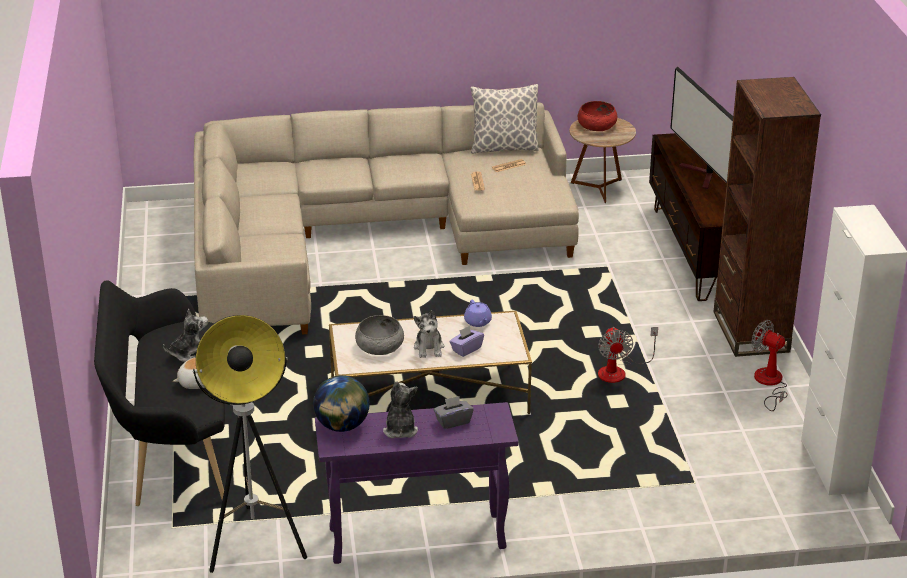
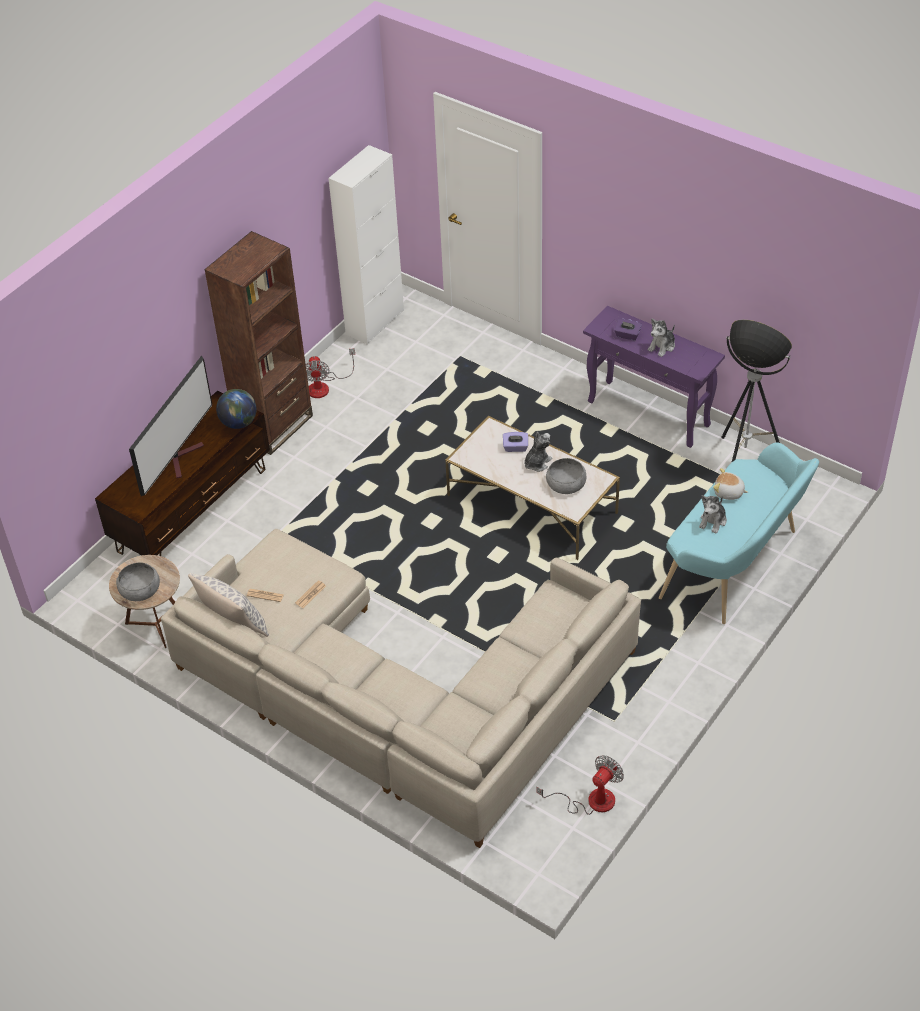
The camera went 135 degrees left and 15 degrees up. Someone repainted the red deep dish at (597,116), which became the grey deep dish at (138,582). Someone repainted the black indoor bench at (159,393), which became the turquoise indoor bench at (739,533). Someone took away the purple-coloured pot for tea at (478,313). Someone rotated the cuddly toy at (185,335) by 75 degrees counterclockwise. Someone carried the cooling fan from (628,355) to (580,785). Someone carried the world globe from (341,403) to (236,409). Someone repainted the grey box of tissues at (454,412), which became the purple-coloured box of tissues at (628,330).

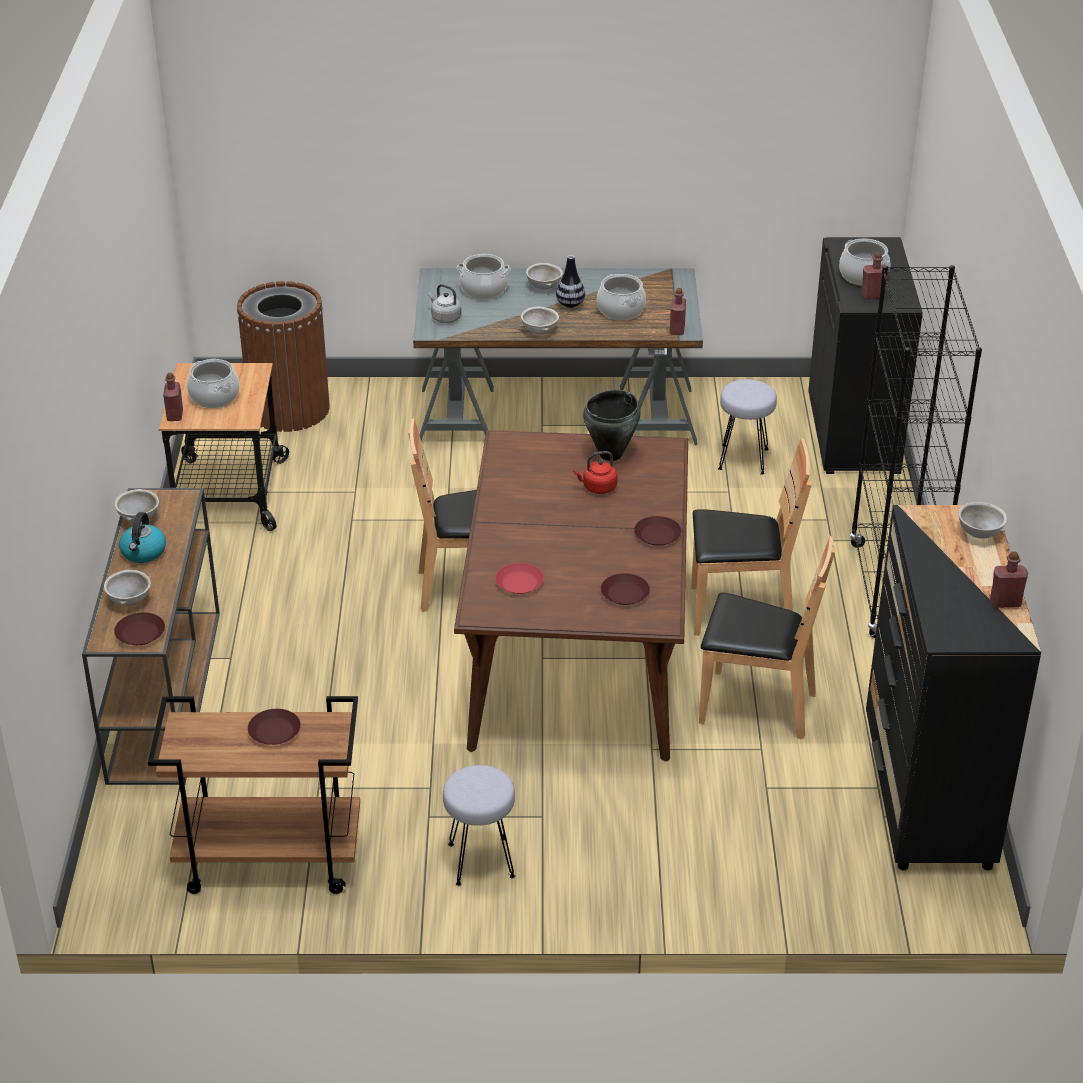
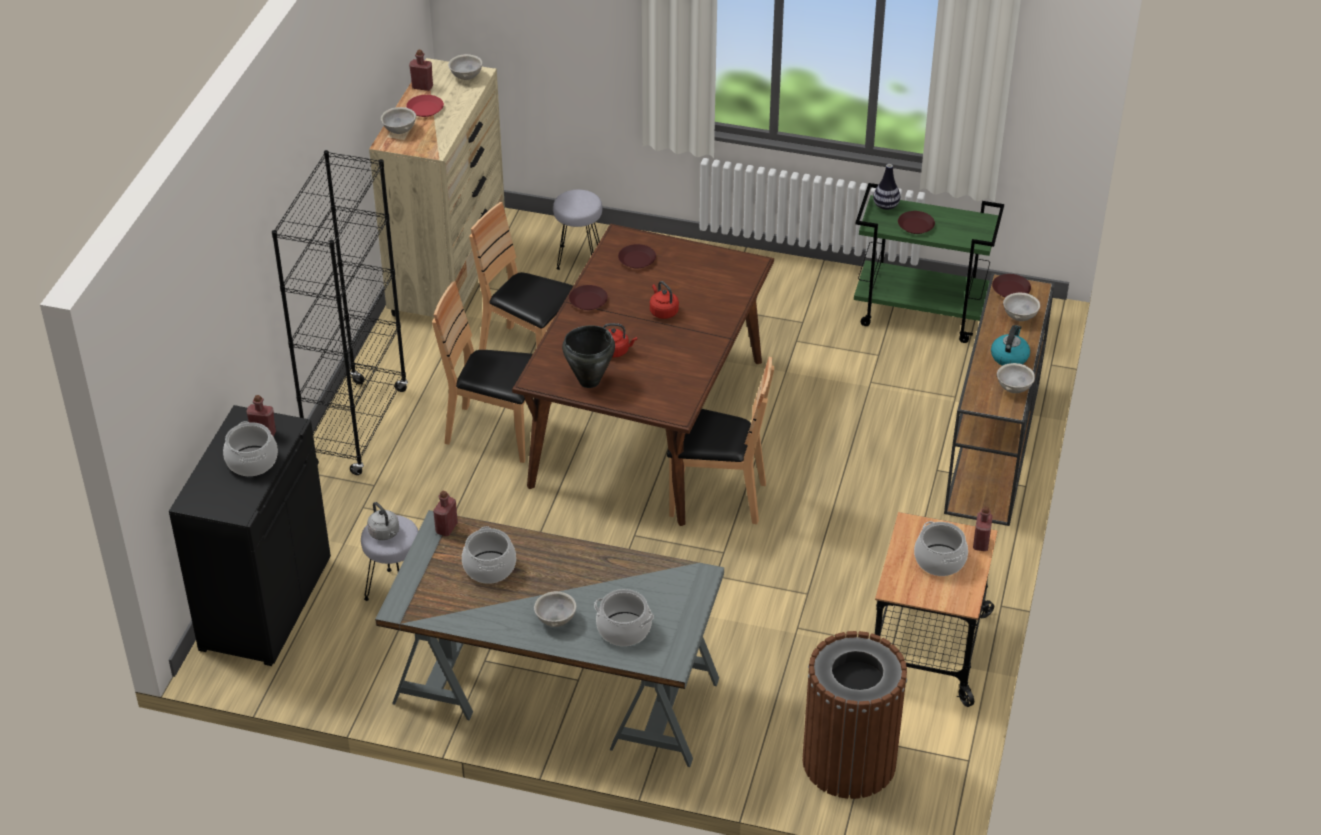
The camera went 165 degrees left and 5 degrees up. Someone carried the vase from (570,281) to (886,187). Someone carried the grey kettle from (445,303) to (383,521). Someone carried the grey deep dish from (540,320) to (465,67). Someone repainted the black dresser at (953,687), which became the beige-coloured dresser at (437,187). Someone carried the red plate from (519,578) to (425,106). Someone repainted the brownish trolley at (254,795), which became the green trolley at (929,263). Someone carried the grey stool seat from (479,825) to (577,230). Someone put down the red kettle at (664,300).

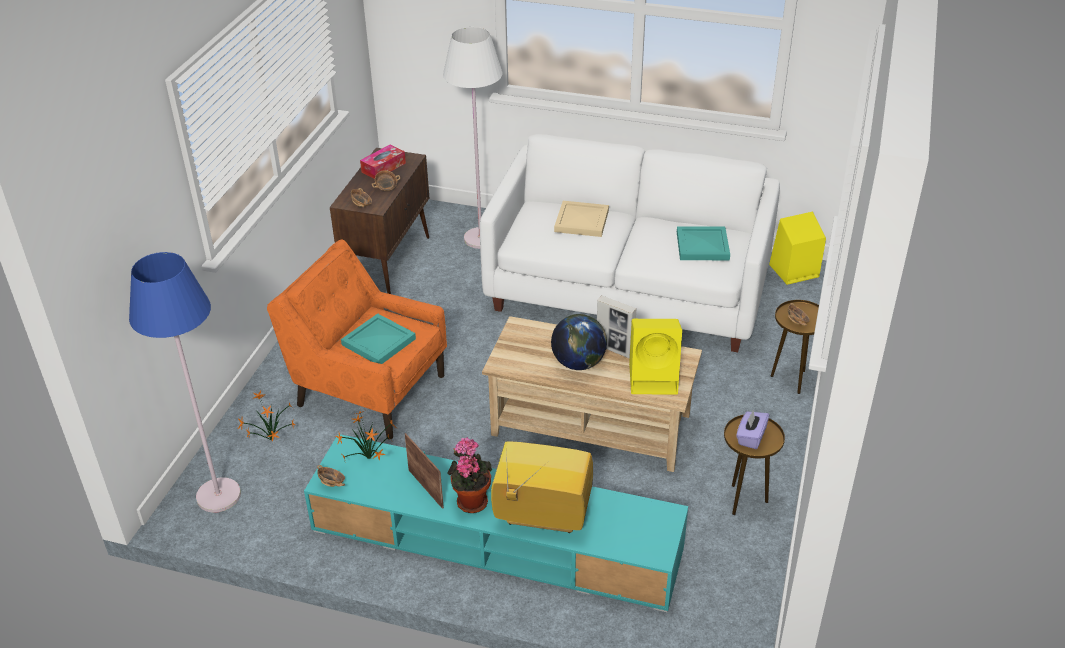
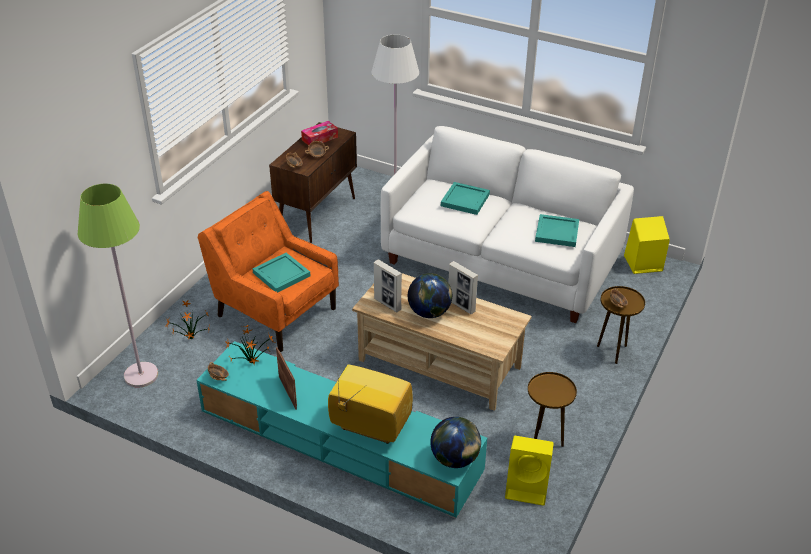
The camera went 10 degrees right and 0 degrees up. Someone repainted the beige-coloured serving tray at (581,219), which became the turquoise serving tray at (465,198). Someone repainted the bluish standing lamp at (185,382), which became the green standing lamp at (118,286). Someone carried the yellow-coloured audio speaker from (655,357) to (529,471). Someone took away the purple-coloured box of tissues at (753,429). Someone took away the potted plant at (470,475). Someone put down the standing frame at (388,285). Someone put down the world globe at (455,442).

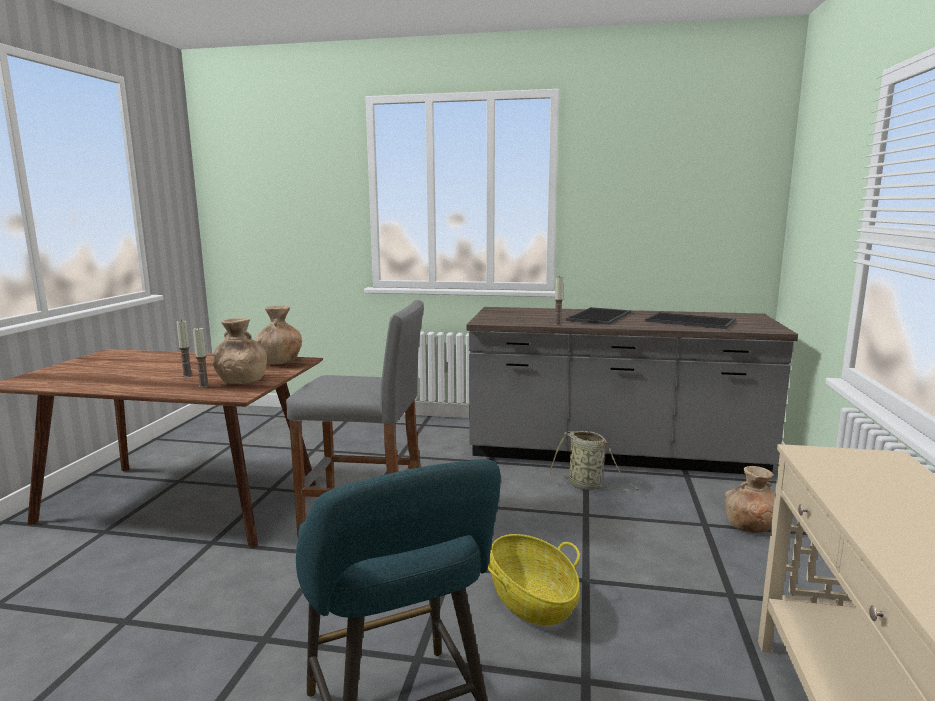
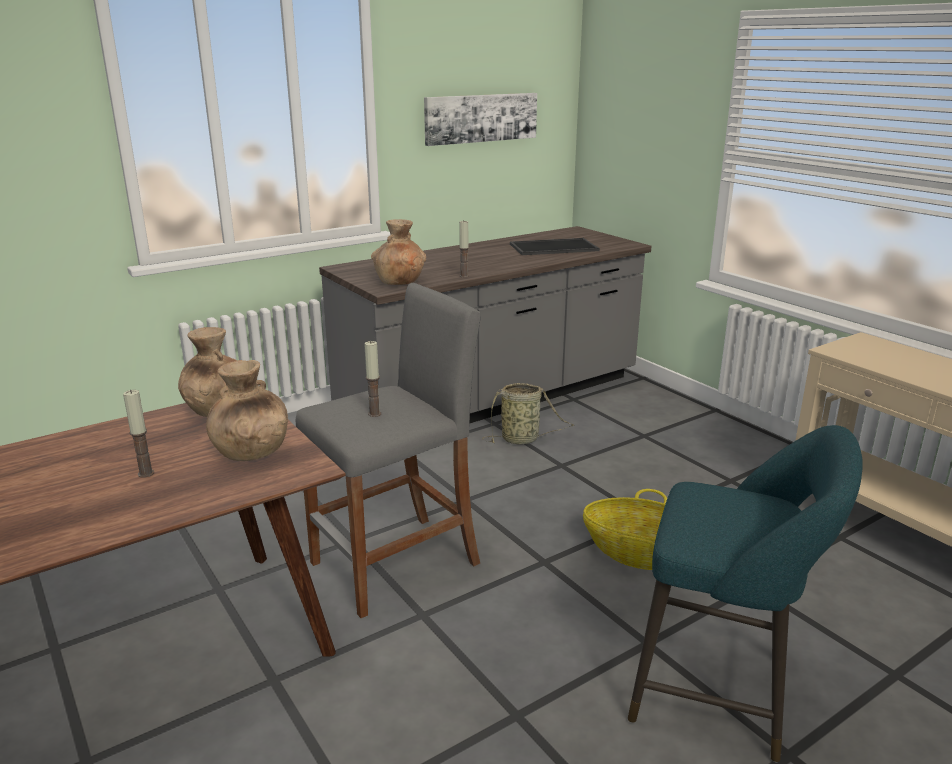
The camera went 45 degrees left and 10 degrees up. Someone took away the serving tray at (598,316). Someone carried the wax candle from (201,358) to (372,379). Someone carried the brownish vase from (750,499) to (398,252). Someone put up the wall art at (480,119).

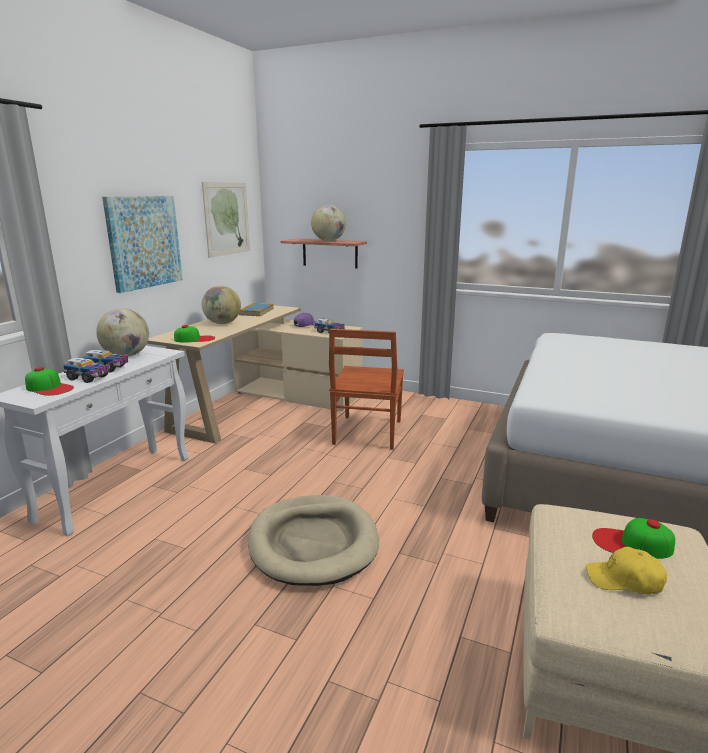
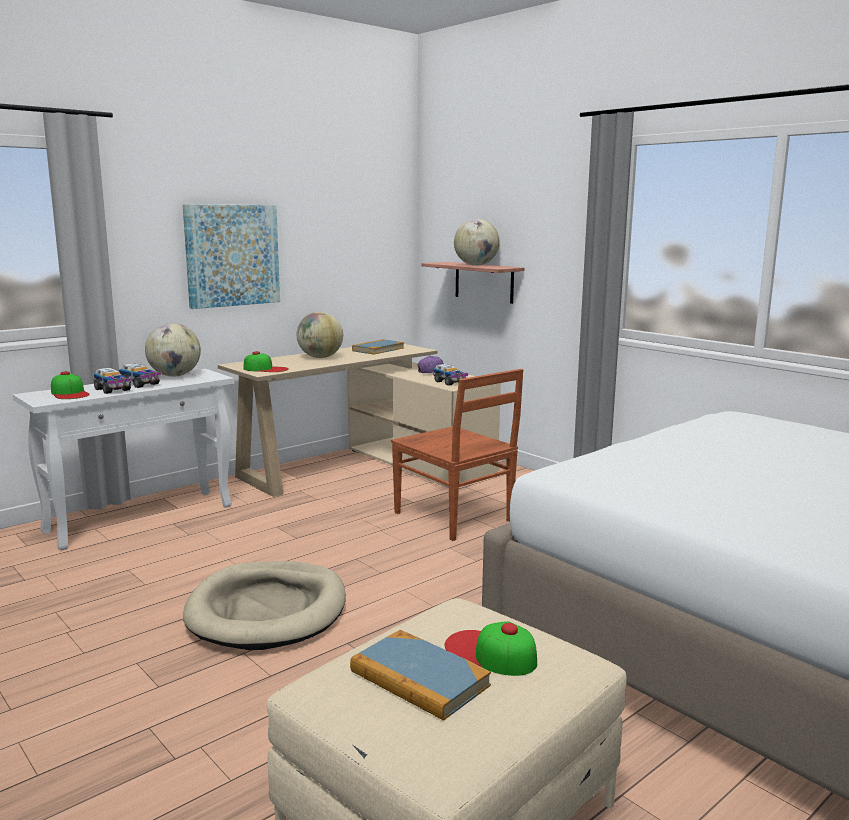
The camera went 25 degrees right and 5 degrees down. Someone took away the wall art at (226,220). Someone rotated the brownish plain chair at (366,389) by 75 degrees counterclockwise. Someone swapped the yellow-coloured cap at (626,571) for the bound book at (420,675).

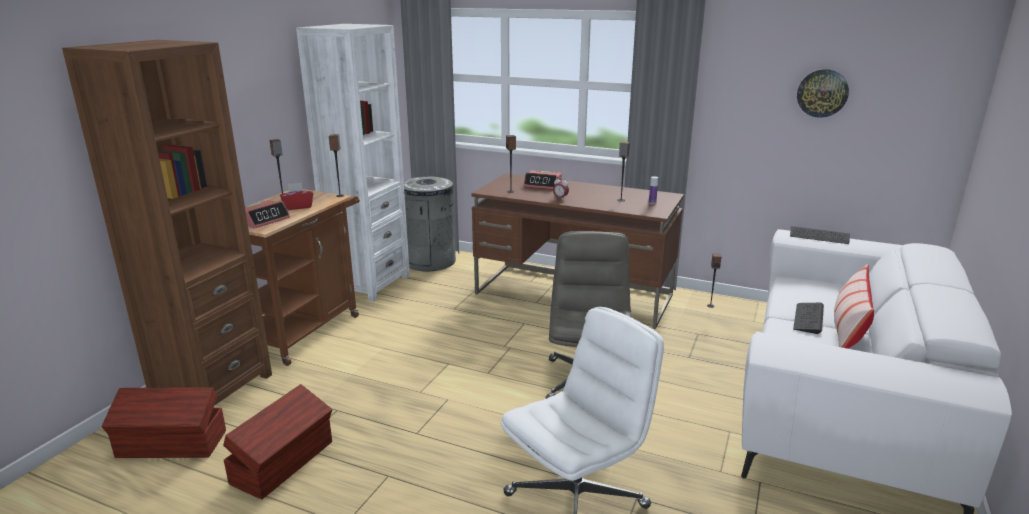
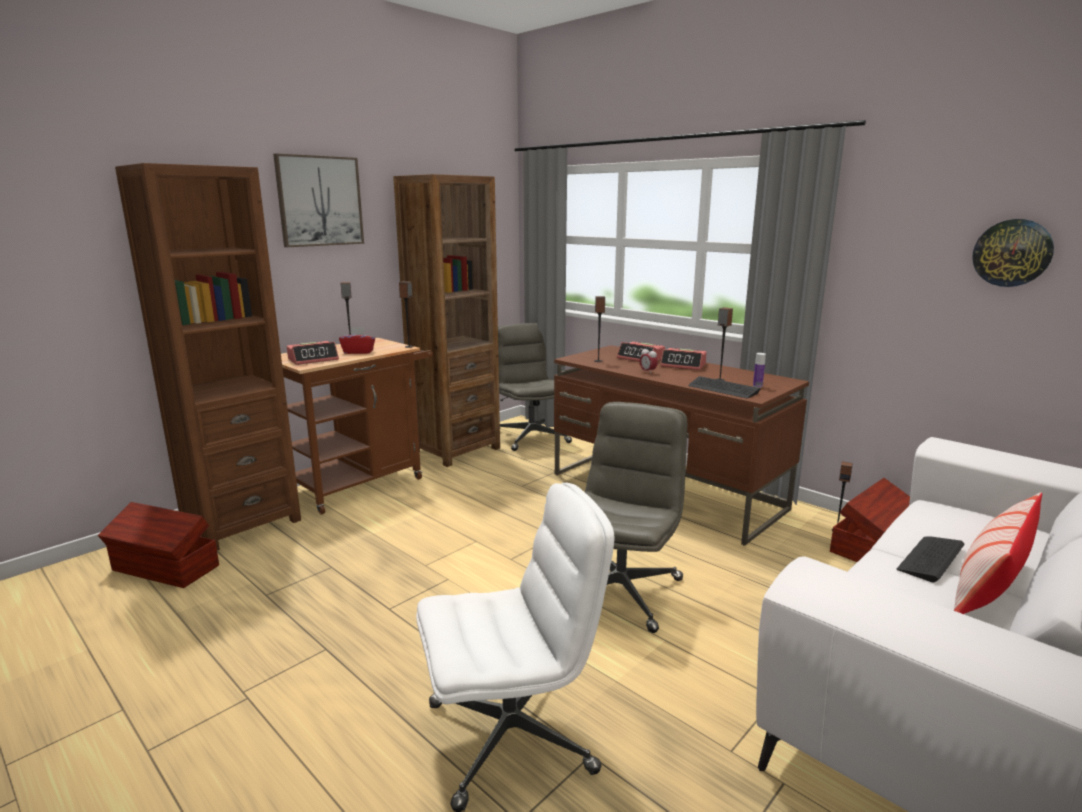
The camera went 20 degrees right and 5 degrees down. Someone repainted the white bookshelf at (353,163), which became the brownish bookshelf at (446,320). Someone swapped the grey waste bin at (430,224) for the grey desk chair at (535,387). Someone carried the computer keyboard from (820,235) to (724,387). Someone carried the brownish storage box from (277,441) to (870,520). Someone put up the wall art at (318,200). Someone put down the table clock at (683,359).

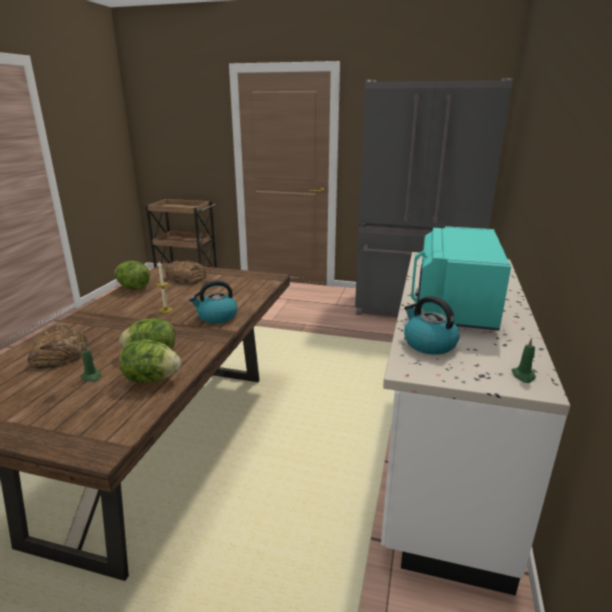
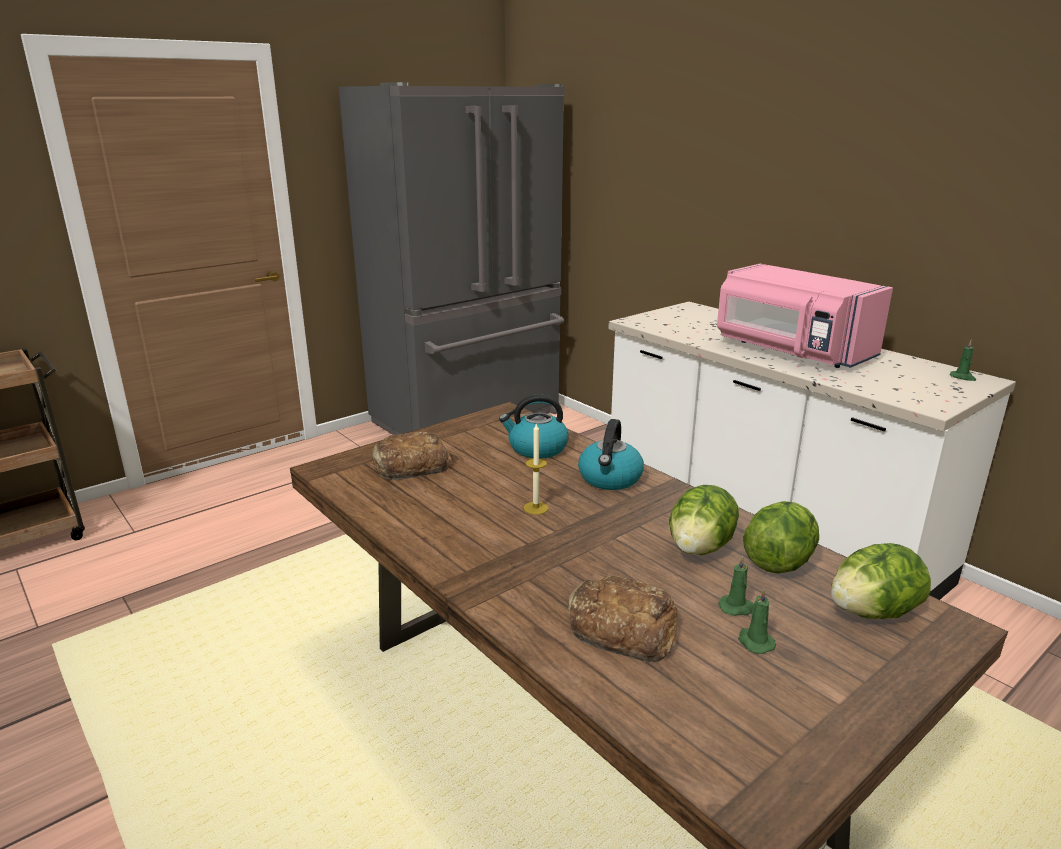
The camera went 55 degrees left and 0 degrees up. Someone repainted the turquoise microwave oven at (461,278), which became the pink-coloured microwave oven at (805,316). Someone carried the lettuce head from (132,275) to (881,581). Someone carried the kettle from (432,325) to (534,426). Someone put down the green wax candle at (757,621).

